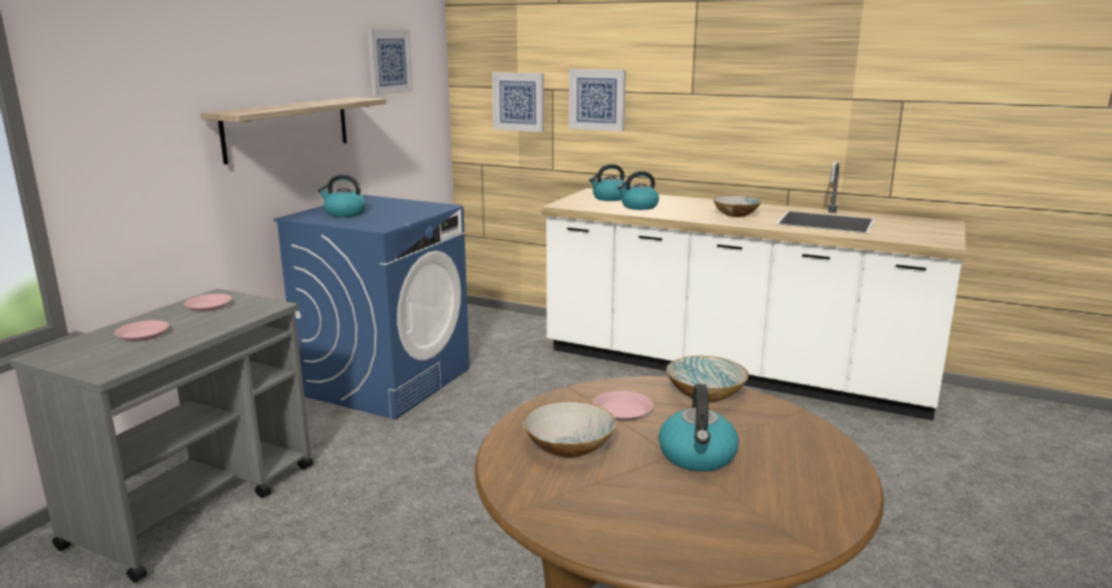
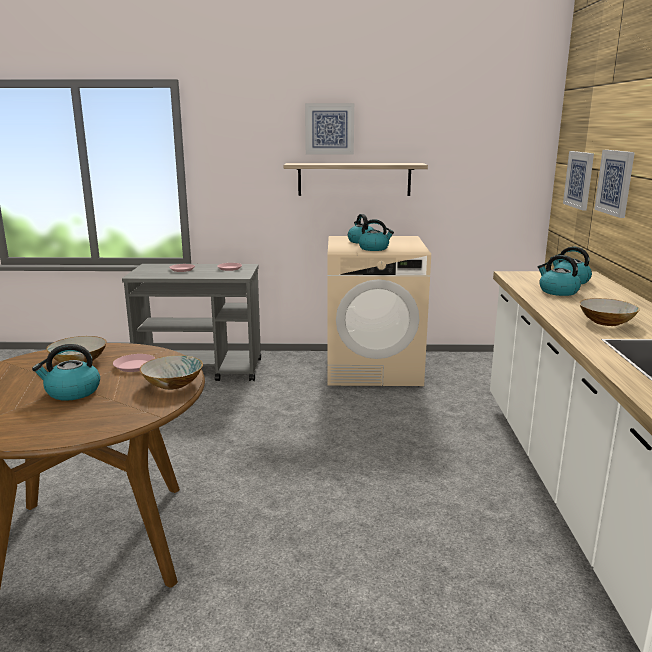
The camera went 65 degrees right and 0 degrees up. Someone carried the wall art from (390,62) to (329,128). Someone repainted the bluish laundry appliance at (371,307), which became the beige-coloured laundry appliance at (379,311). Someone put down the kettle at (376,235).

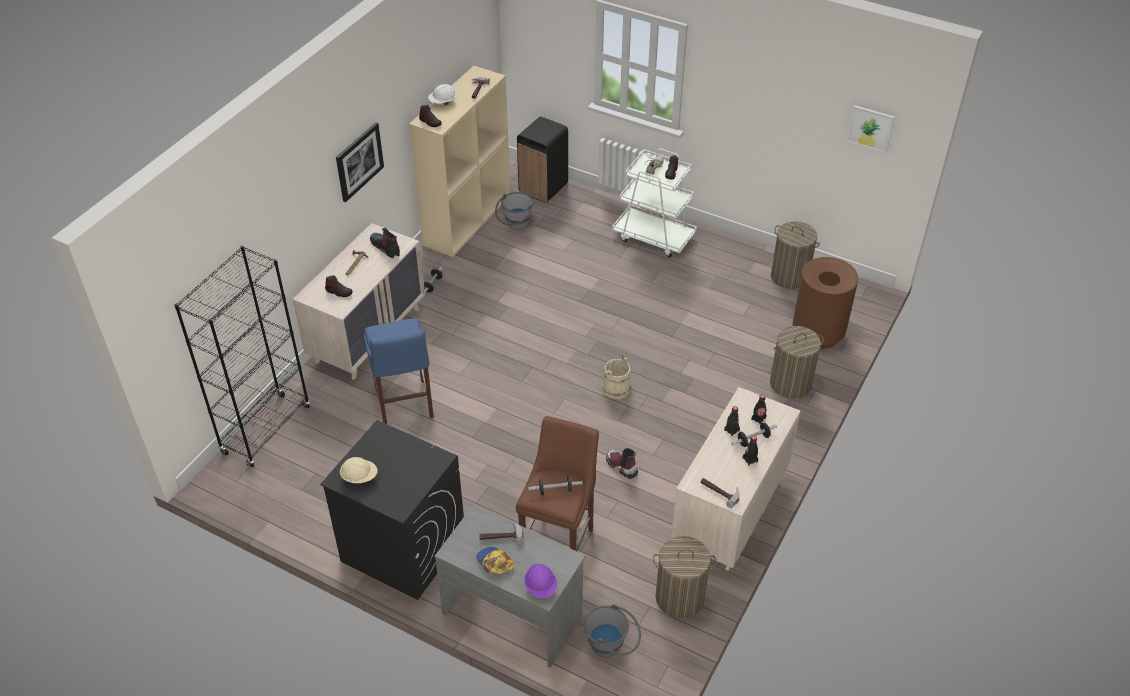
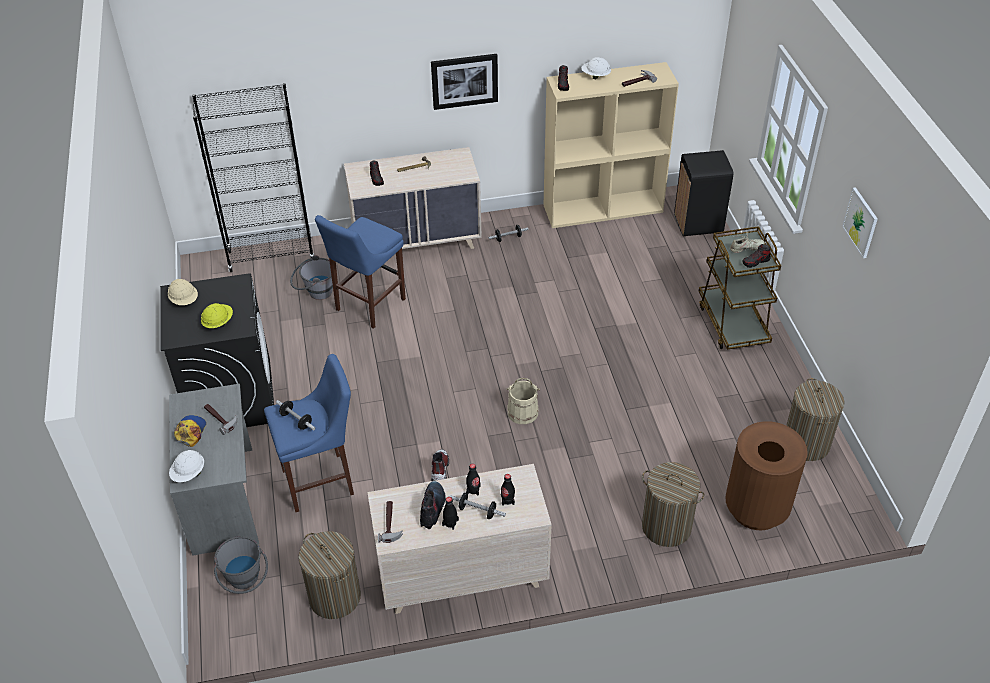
The camera went 50 degrees right and 0 degrees up. Someone carried the wall art from (871,129) to (860,222). Someone repainted the white trolley at (654,203), which became the brownish trolley at (740,288). Someone carried the grey pail from (514,211) to (311,277). Someone carried the boot from (385,243) to (433,505). Someone repainted the brownish stool seat at (557,483), which became the bluish stool seat at (309,433). Someone repainted the purple-coloured work helmet at (540,581), which became the white work helmet at (186,466). Someone put down the yellow-coloured work helmet at (217,315).

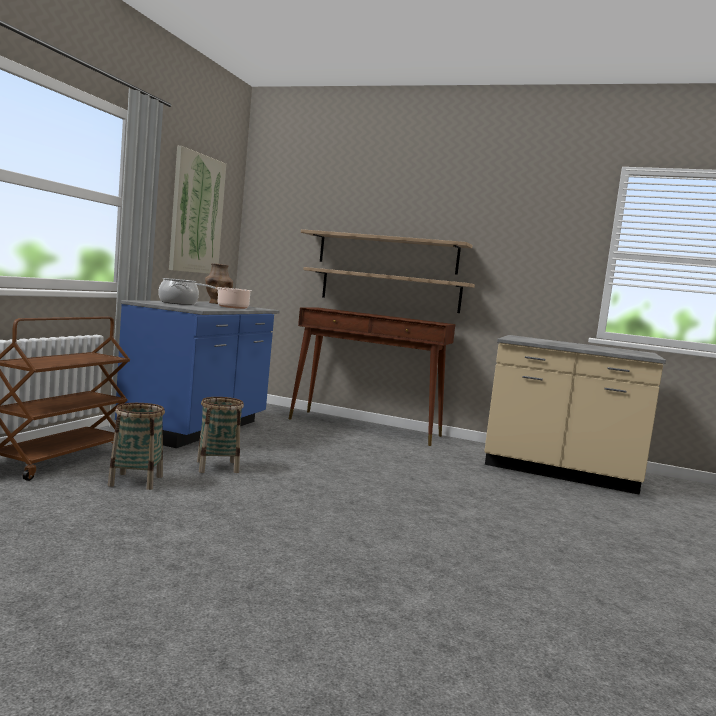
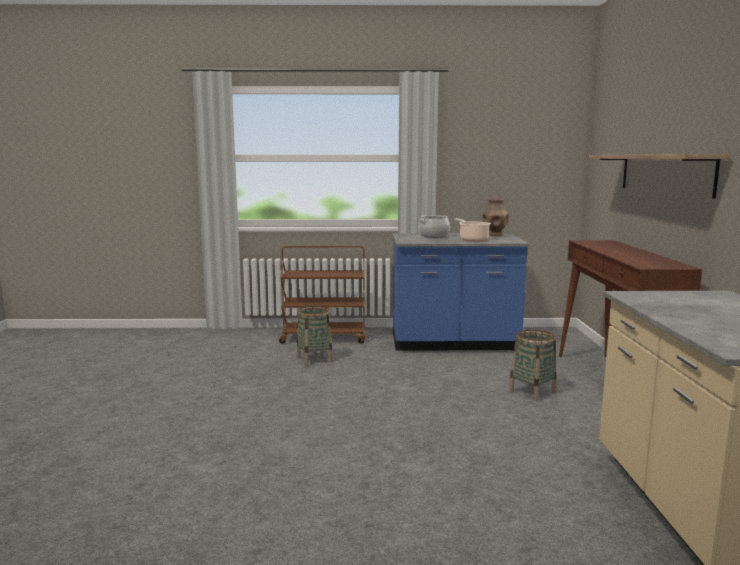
The camera went 70 degrees right and 5 degrees up. Someone took away the wall art at (197,210). Someone took away the bracket shelf at (389,290). Someone carried the storage basket from (220,435) to (532,365).

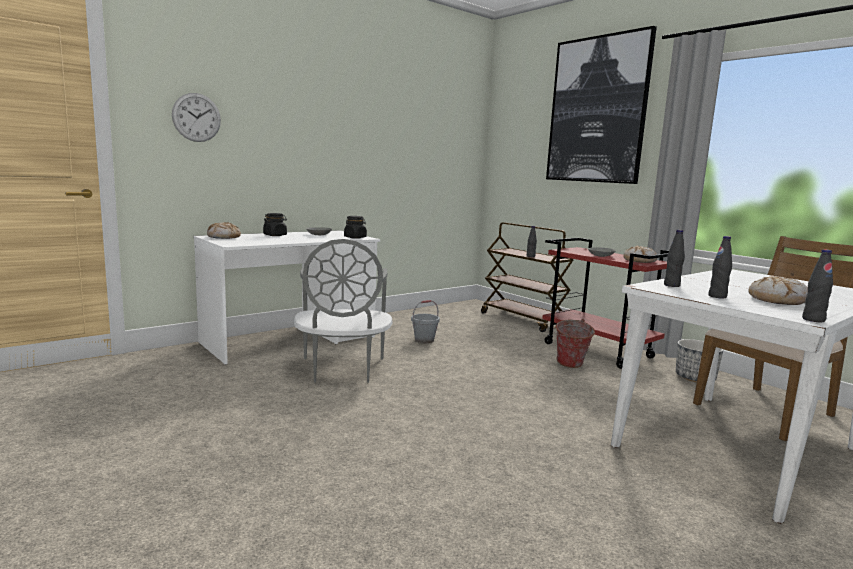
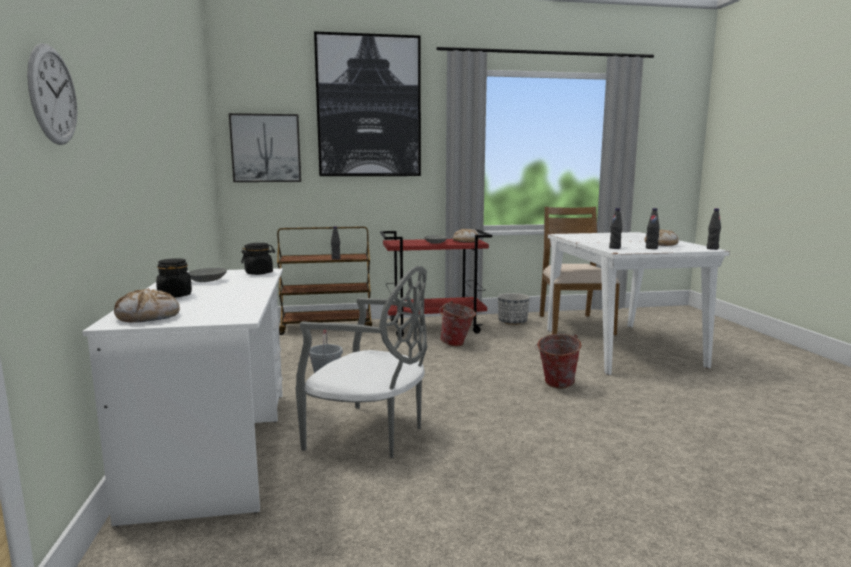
The camera went 60 degrees left and 0 degrees up. Someone put up the wall art at (265,147). Someone put down the pail at (558,361).

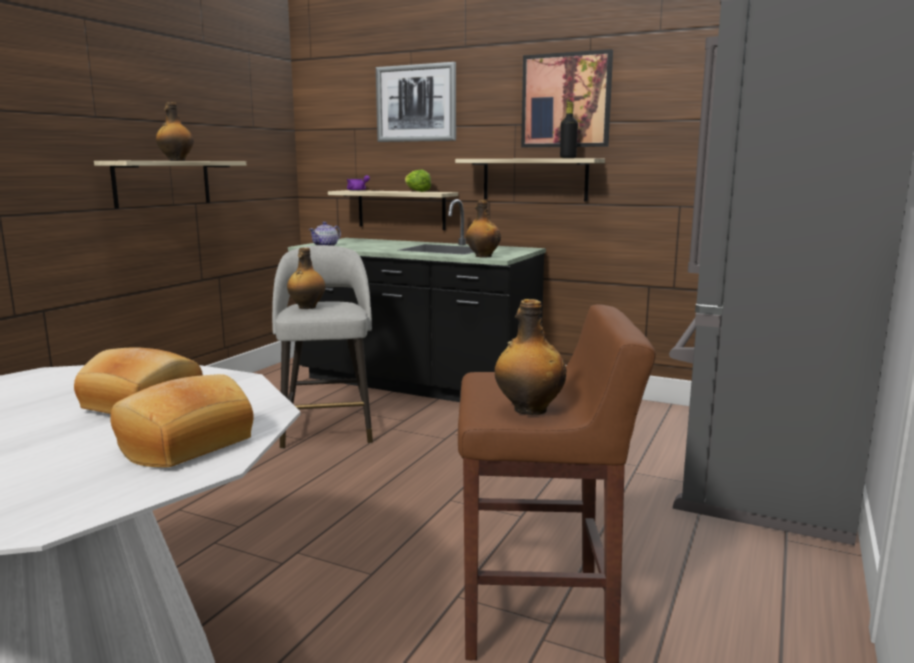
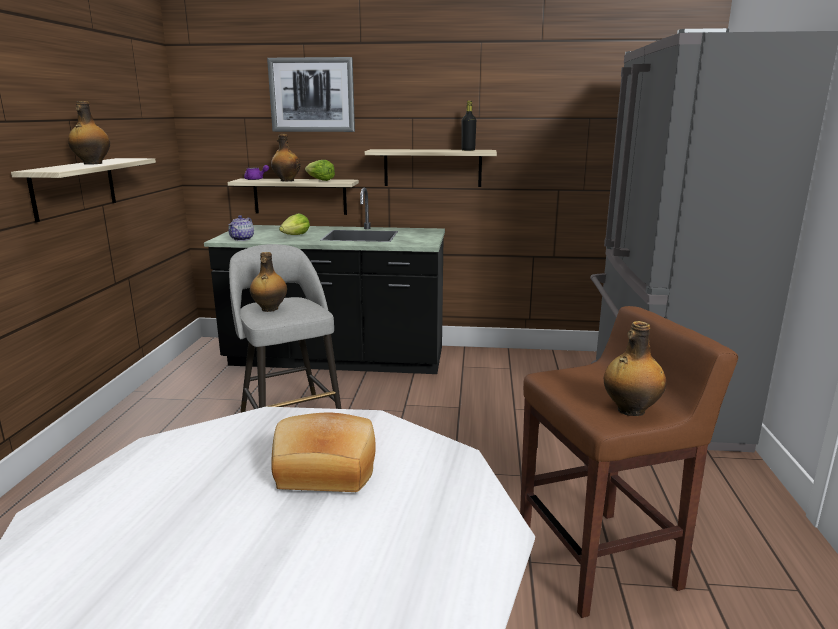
The camera went 20 degrees left and 5 degrees up. Someone took away the wall art at (567,98). Someone carried the drink bottle from (483,229) to (286,157). Someone took away the bakery bread at (182,421). Someone put down the lettuce head at (294,224).

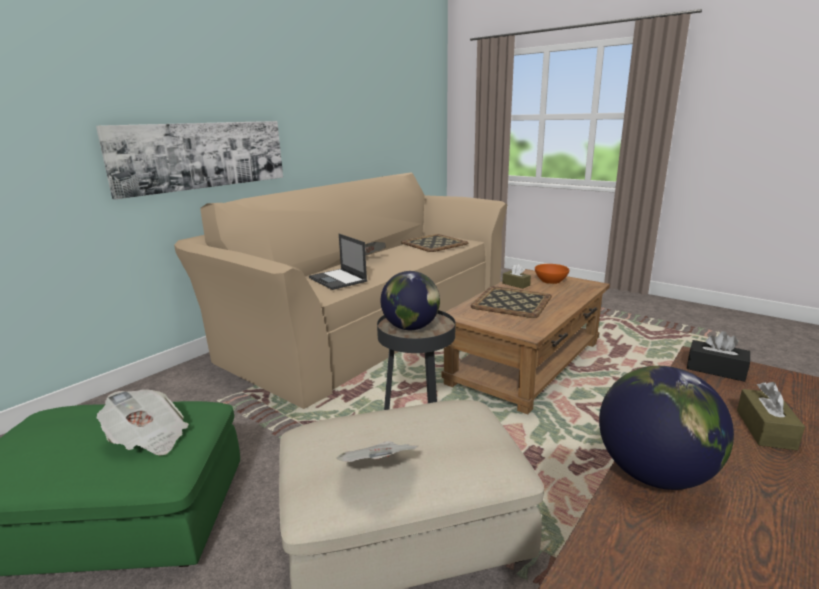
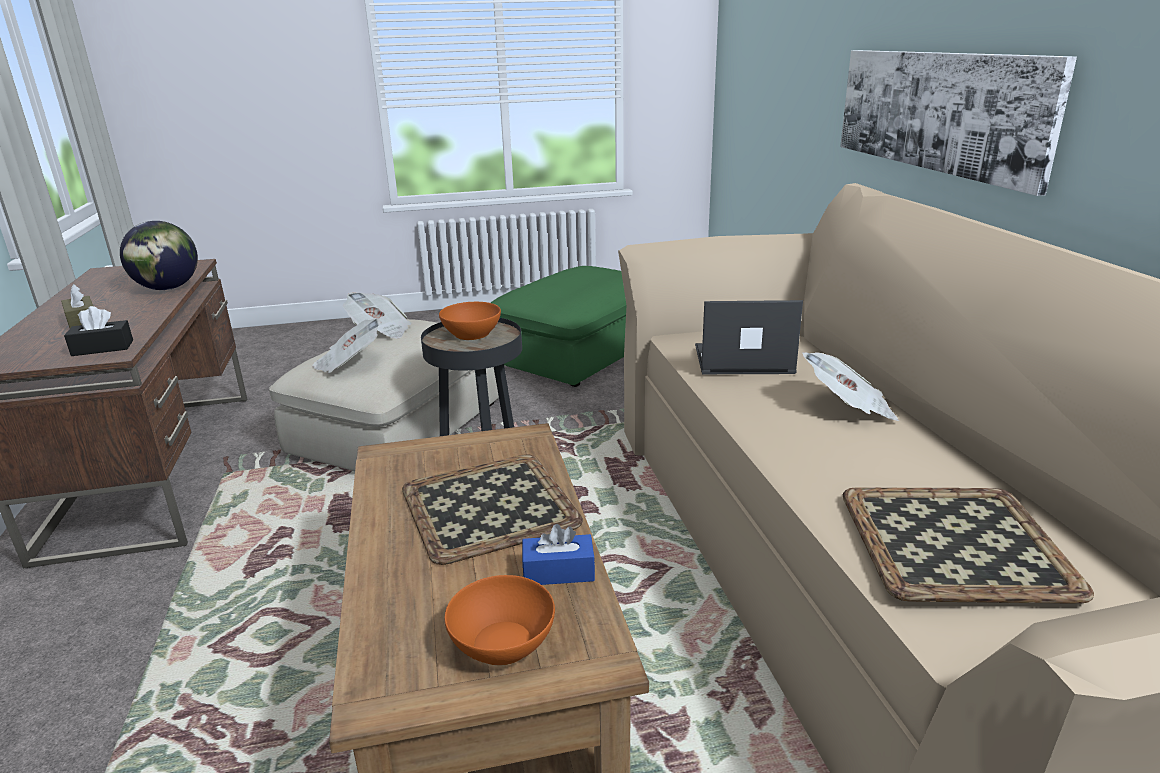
The camera went 130 degrees right and 5 degrees up. Someone repainted the brownish box of tissues at (516,276), which became the bluish box of tissues at (558,554). Someone swapped the world globe at (410,300) for the orangey deep dish at (470,321). Someone carried the newspaper from (143,422) to (347,345).

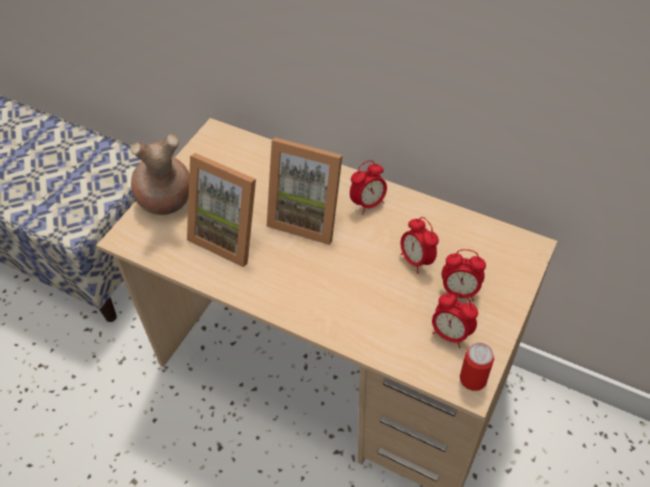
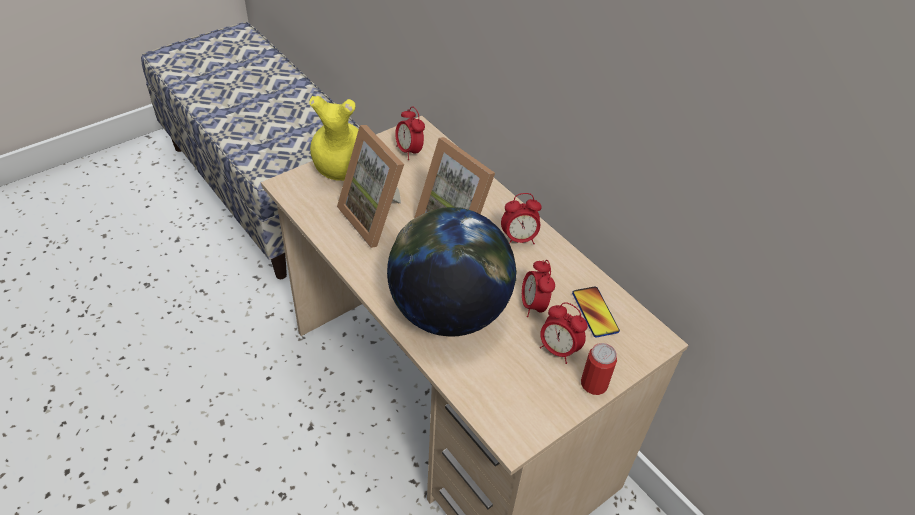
The camera went 20 degrees right and 5 degrees down. Someone repainted the brownish vase at (159,174), which became the yellow-coloured vase at (334,138). Someone carried the table clock from (455,320) to (410,133). Someone carried the metal can from (477,367) to (599,369). Someone put down the world globe at (452,272). Someone put down the handset at (596,311).

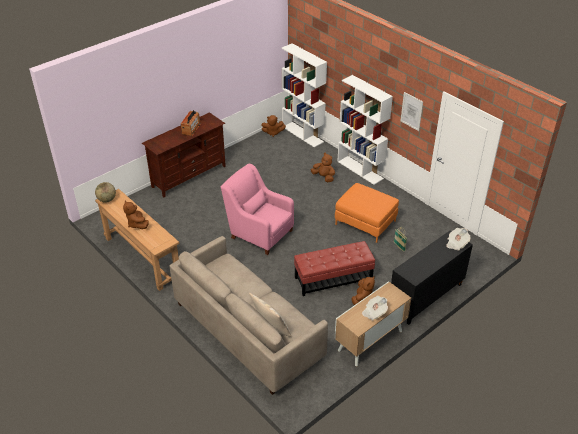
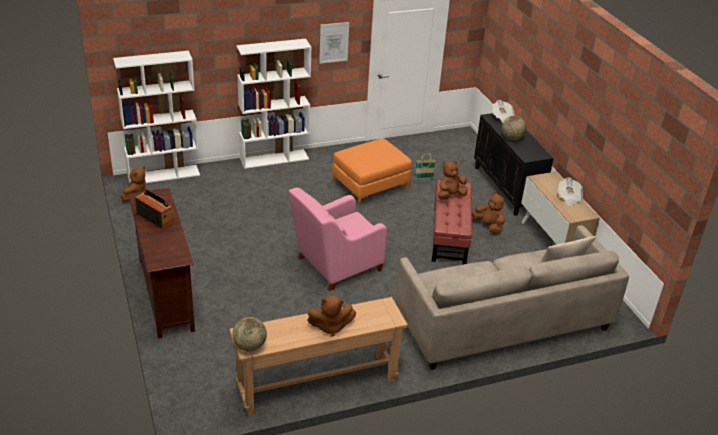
The camera went 70 degrees left and 5 degrees down. Someone carried the brownish cuddly toy from (322,167) to (453,180). Someone put down the world globe at (514,128).

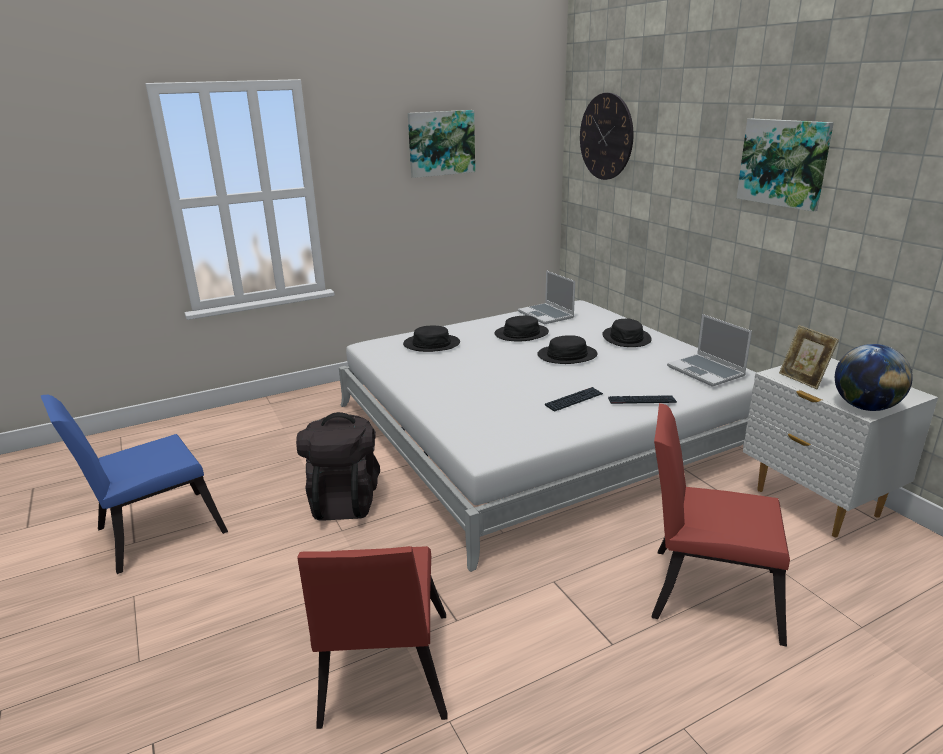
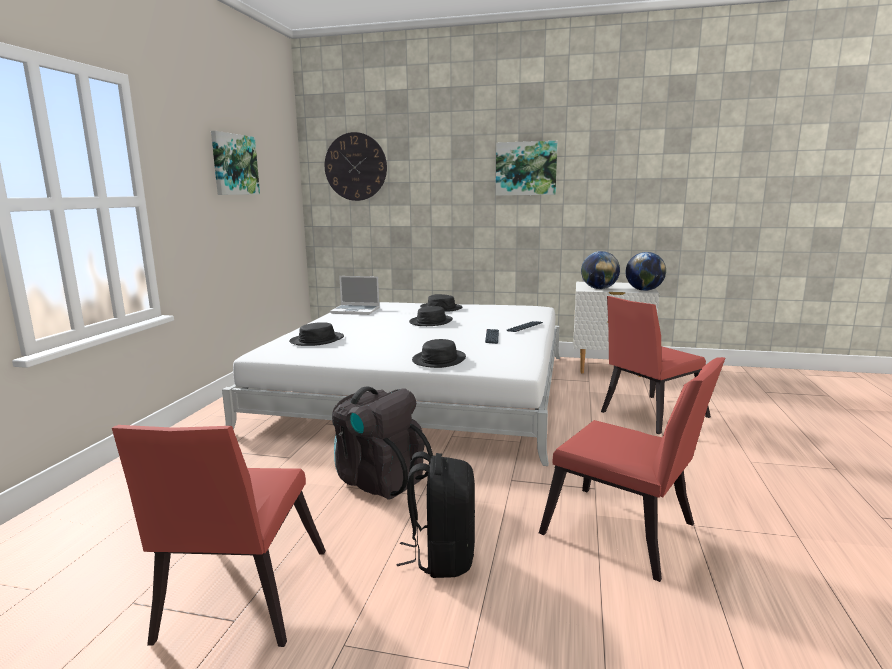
The camera went 50 degrees left and 10 degrees down. Someone took away the portable computer at (709,350). Someone carried the black hat from (522,328) to (439,353). Someone swapped the standing frame at (809,357) for the world globe at (600,270). Someone repainted the bluish plain chair at (134,484), which became the red plain chair at (219,536). Someone put down the black rucksack at (436,514).

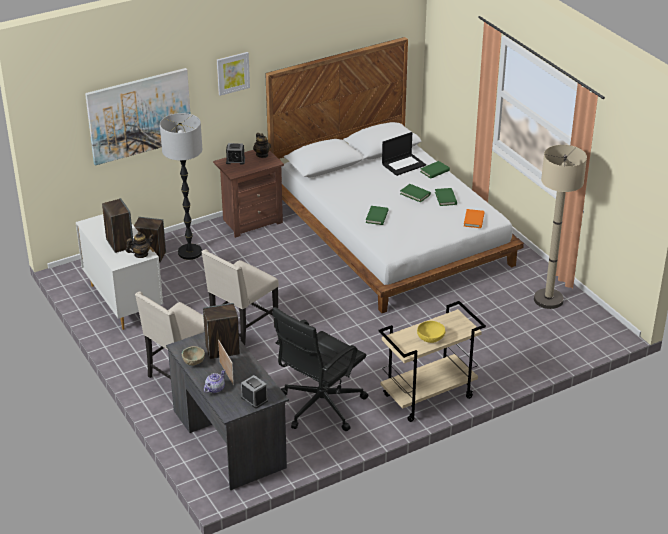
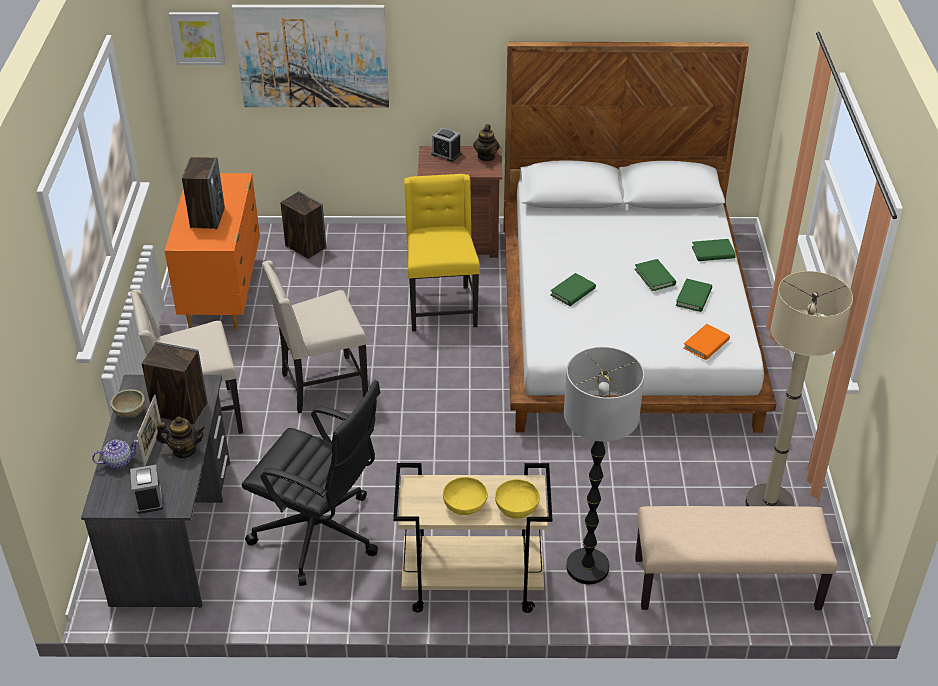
The camera went 30 degrees right and 5 degrees up. Someone carried the wall art from (233,74) to (197,38). Someone carried the standing lamp from (181,186) to (604,465). Someone took away the portable computer at (404,154). Someone repainted the white dresser at (119,272), which became the orangey dresser at (212,252). Someone carried the pot for tea from (140,245) to (180,437). Someone rotated the black desk chair at (320,369) by 135 degrees counterclockwise. Someone put down the yellow-coloured plain chair at (442,252). Someone put down the yellow-coloured deep dish at (517,499). Someone put down the beige-coloured indoor bench at (736,558).

